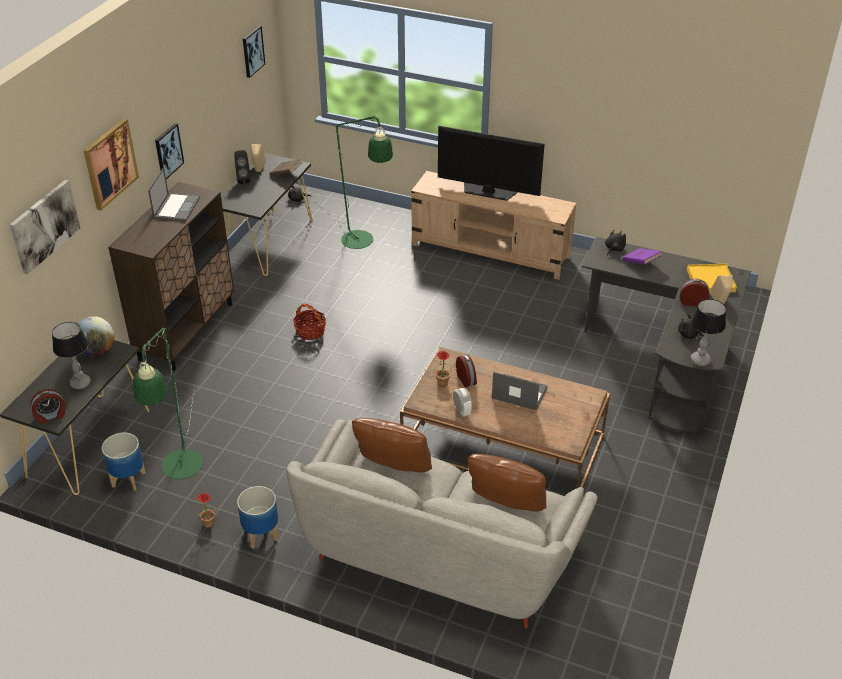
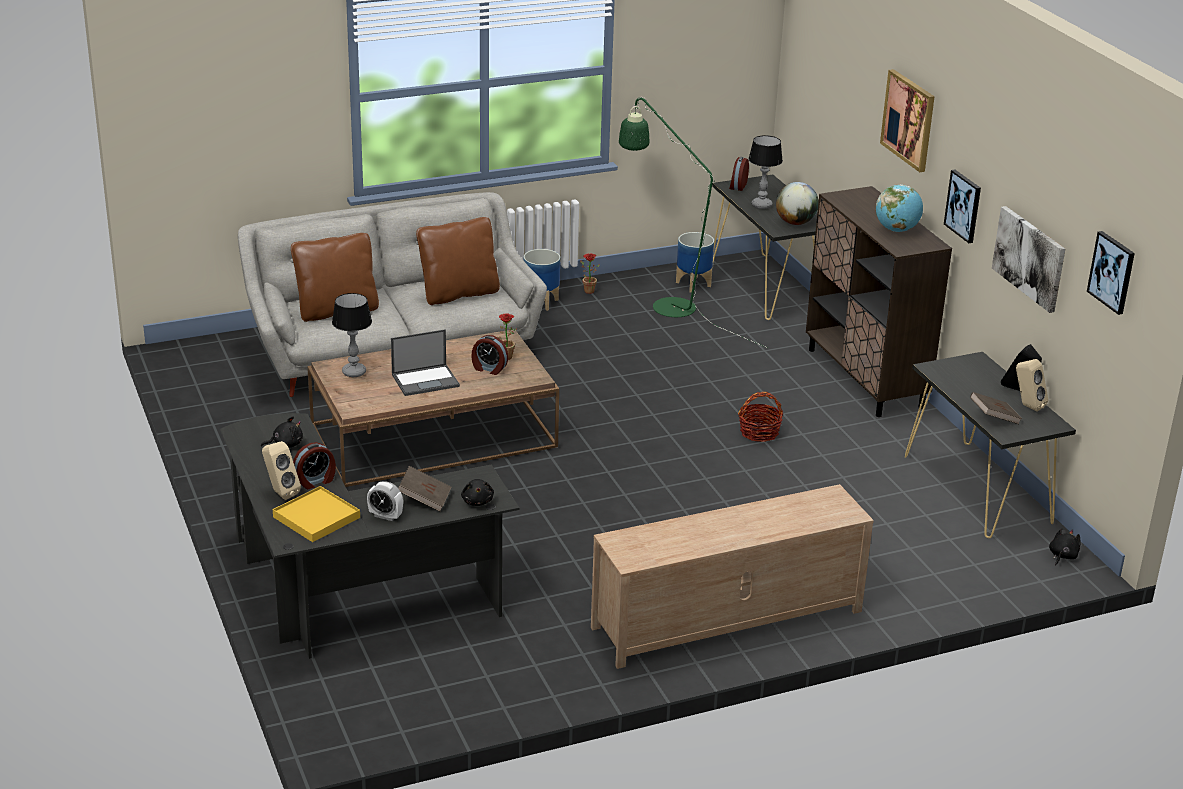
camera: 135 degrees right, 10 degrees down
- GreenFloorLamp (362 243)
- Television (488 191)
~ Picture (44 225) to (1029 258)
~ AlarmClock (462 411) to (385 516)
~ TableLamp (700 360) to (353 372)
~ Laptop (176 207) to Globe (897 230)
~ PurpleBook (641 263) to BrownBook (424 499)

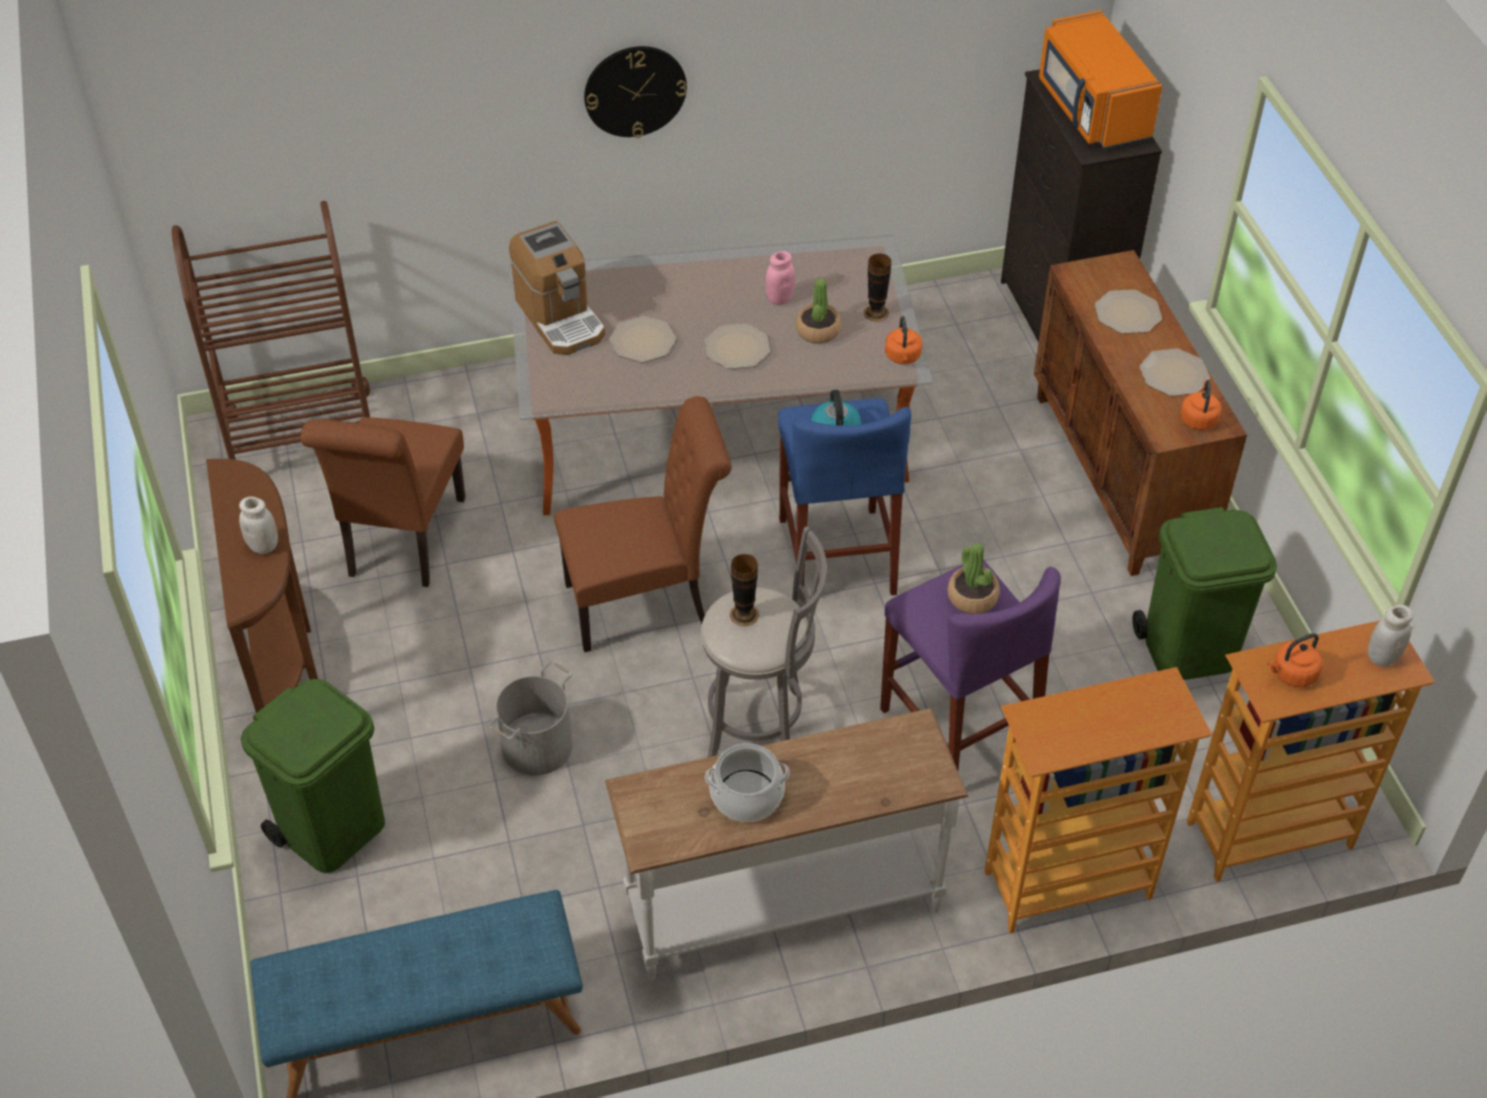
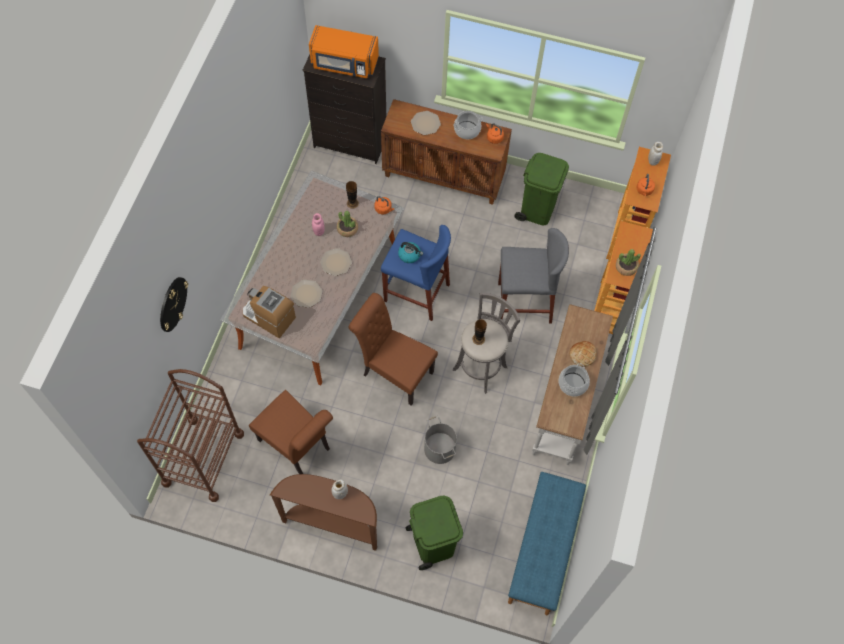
camera: 60 degrees left, 15 degrees up
+ Bread (582 354)
~ WallClock (635 91) to (172 304)
~ PottedPlant (972 597) to (626 267)
~ Plate (1174 374) to CookingPot (467 130)
~ PurpleStool (958 729) to GreyStool (524 302)
~ CoffeeMachine (560 318) = (269 317) 150 degrees counterclockwise
~ BrownChair (646 602) = (394 372) 75 degrees counterclockwise

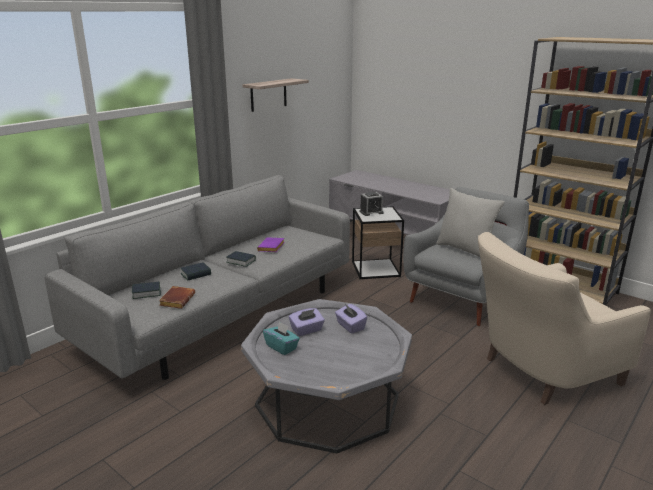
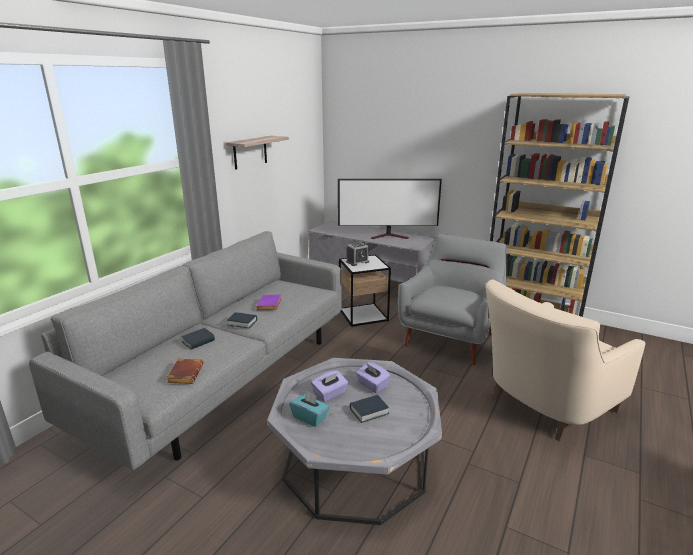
camera: 10 degrees left, 0 degrees up
- GreyPillow (465 250)
+ Television (390 236)
~ Book (146 293) to (369 411)

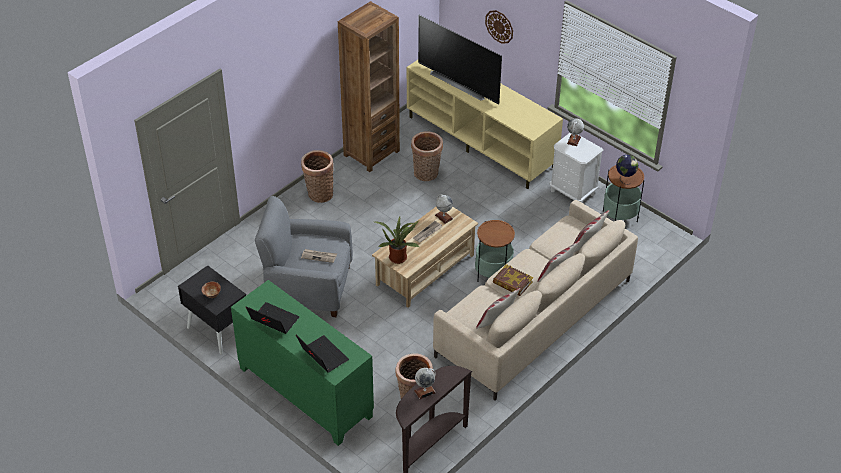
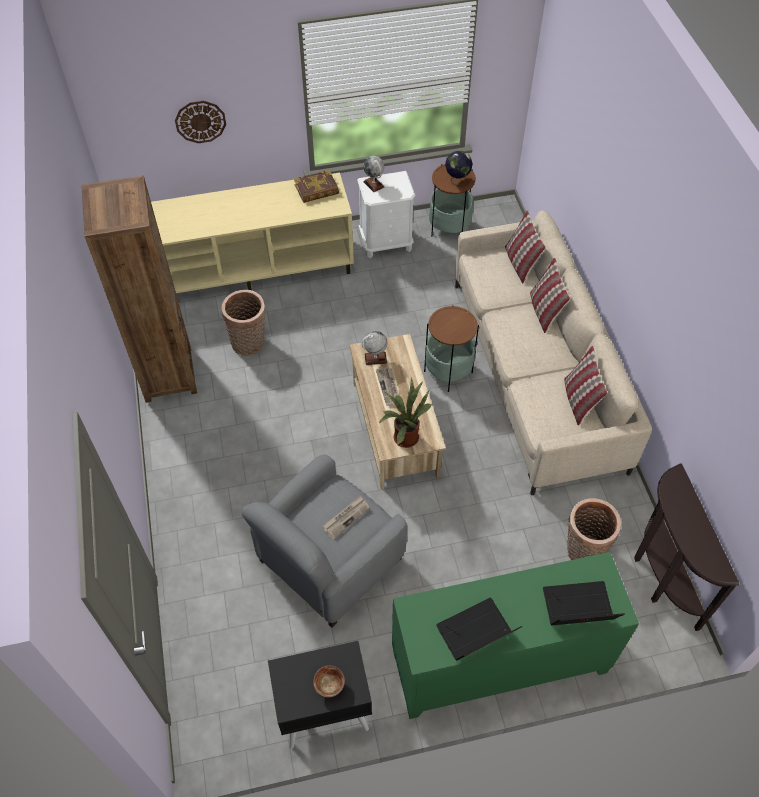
camera: 55 degrees left, 10 degrees up
- Basket (319 193)
- Globe (424 391)
- Television (460 82)
~ Book (512 283) to (316 190)

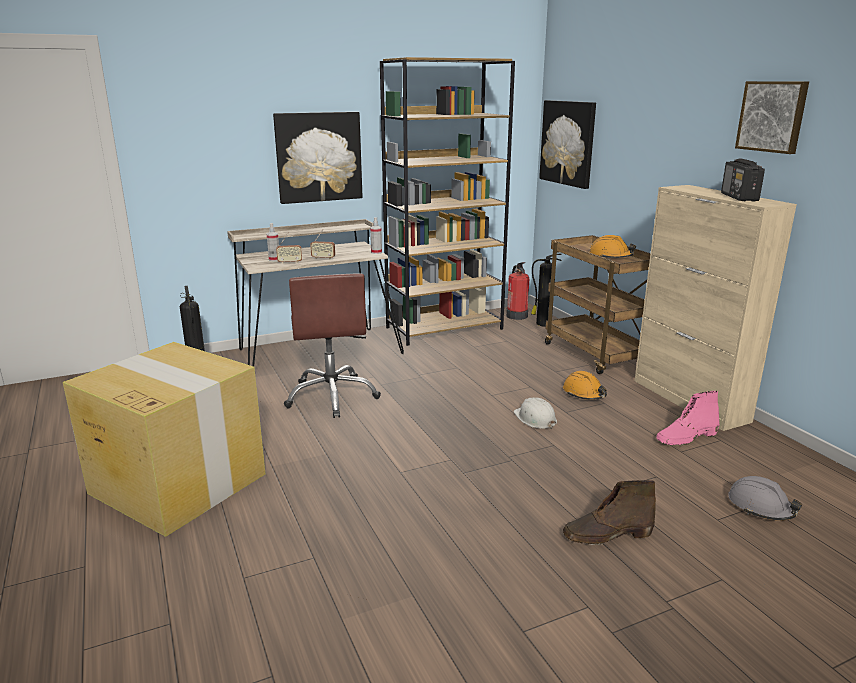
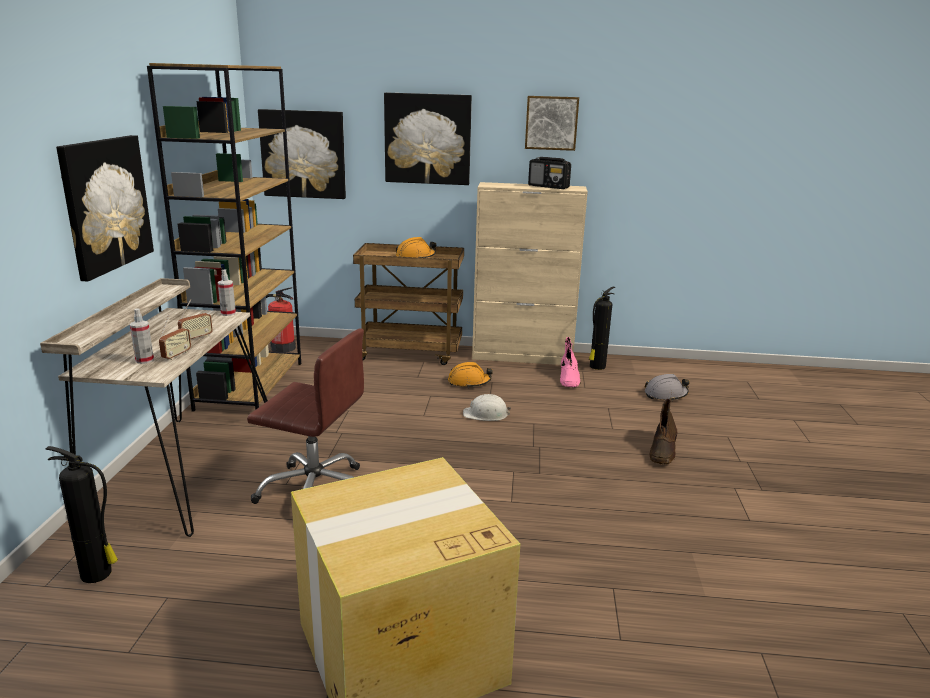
camera: 60 degrees left, 0 degrees up
+ Picture (428 139)
~ FireExtinguisher (542 324) to (596 367)

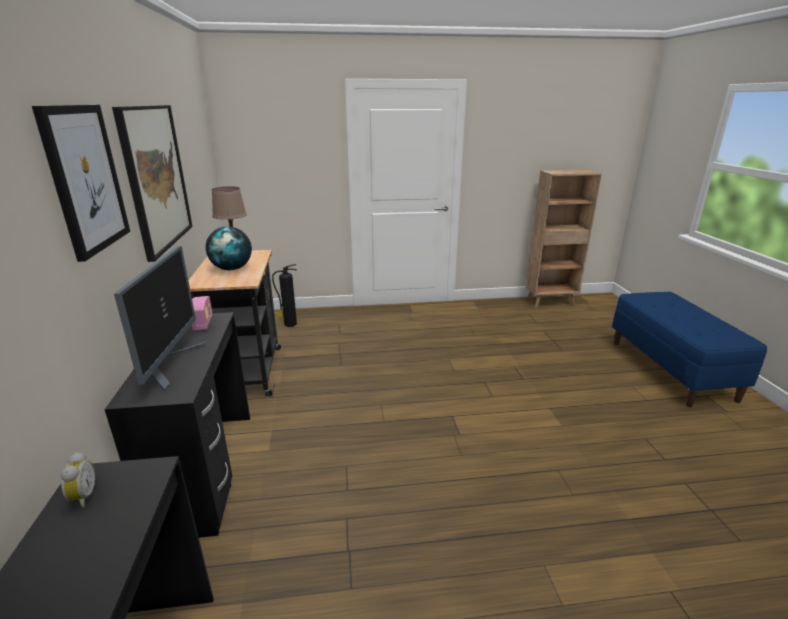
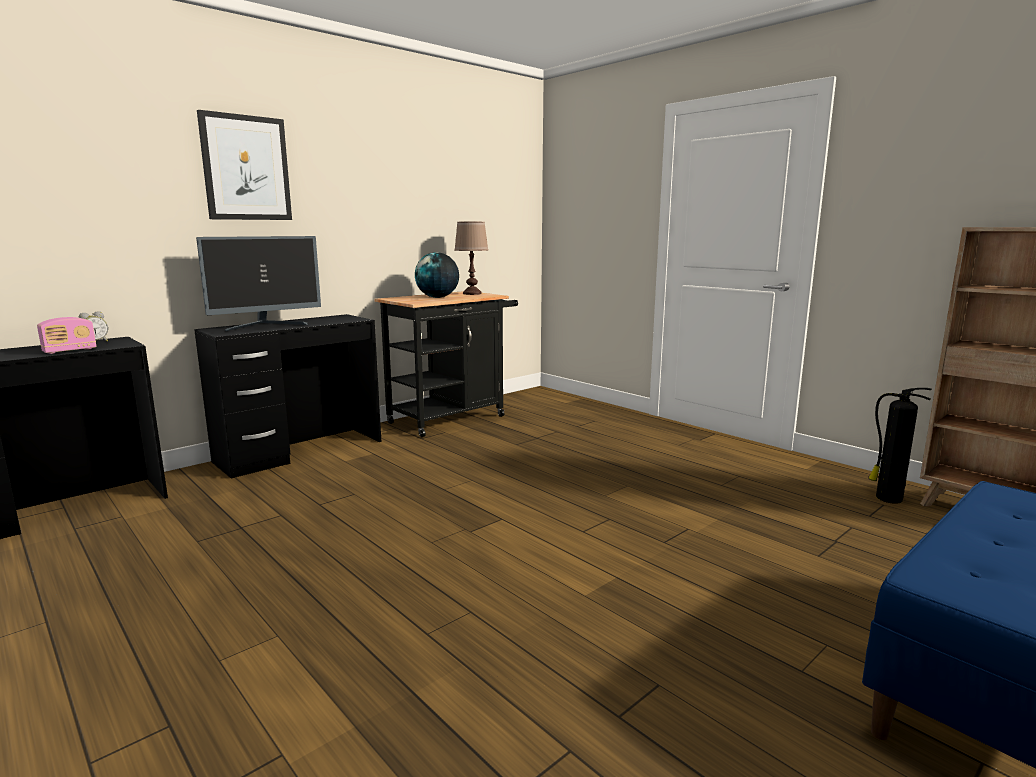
camera: 55 degrees right, 10 degrees down
- Picture (156 178)
~ Radio (203 323) to (70 350)
~ FireExtinguisher (289 324) to (887 498)

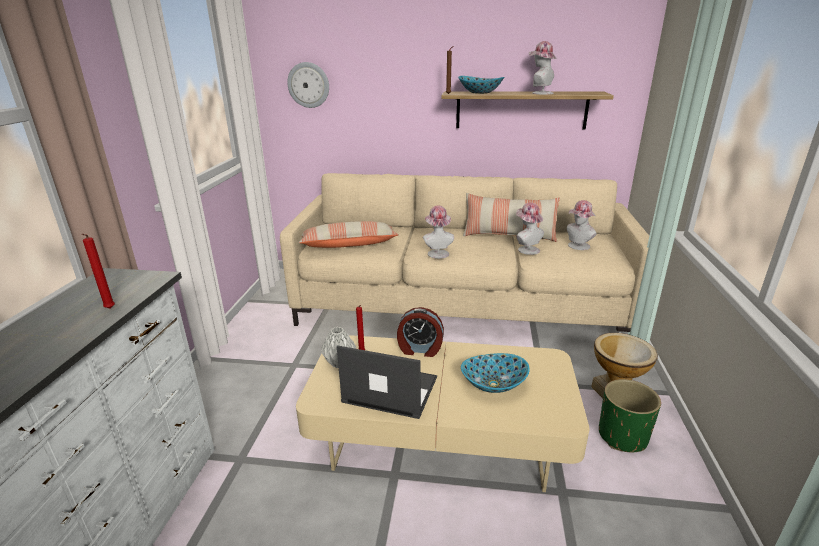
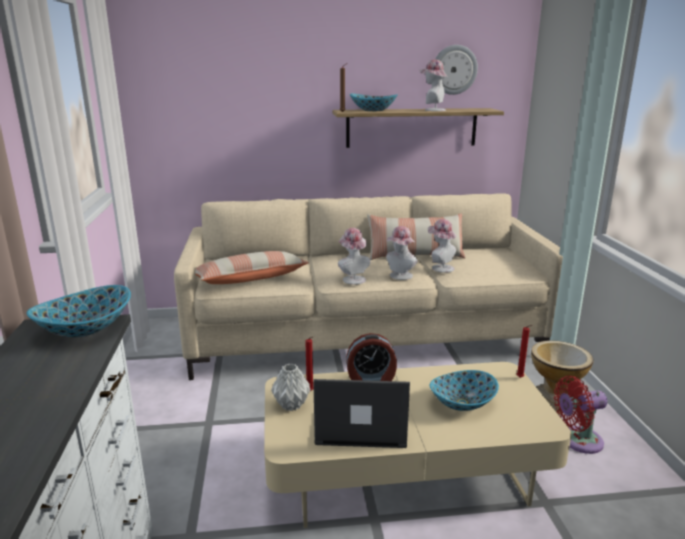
camera: 15 degrees left, 5 degrees down
+ Bowl (86 329)
~ RedCandle (109 309) to (520 378)
~ WallClock (308 85) to (454 70)
~ Hat (577 246) to (399 276)
~ GreenPlanter (622 436) to RedFan (577 441)

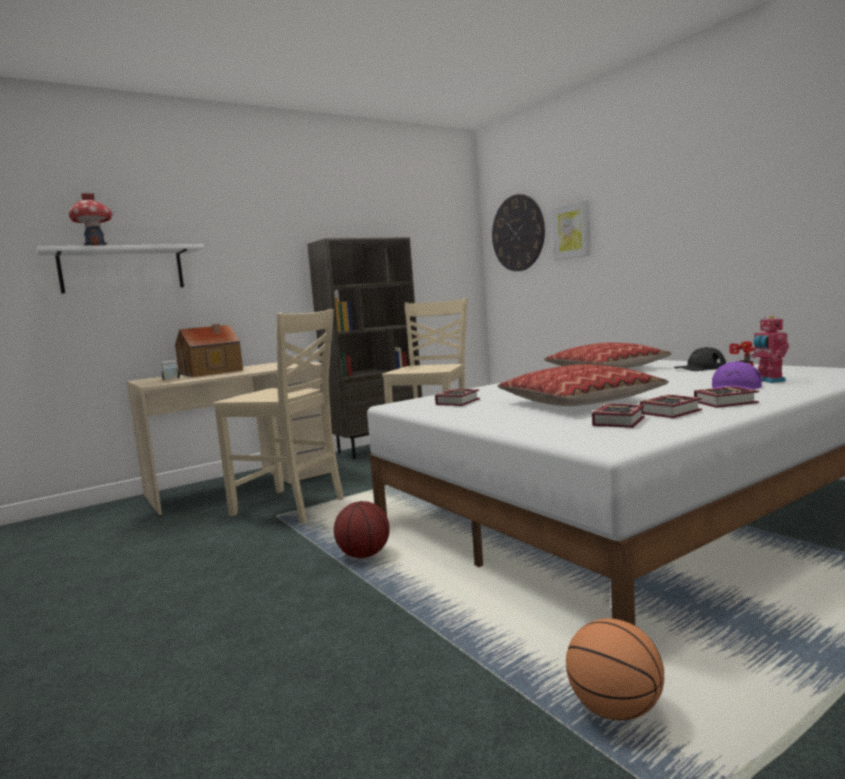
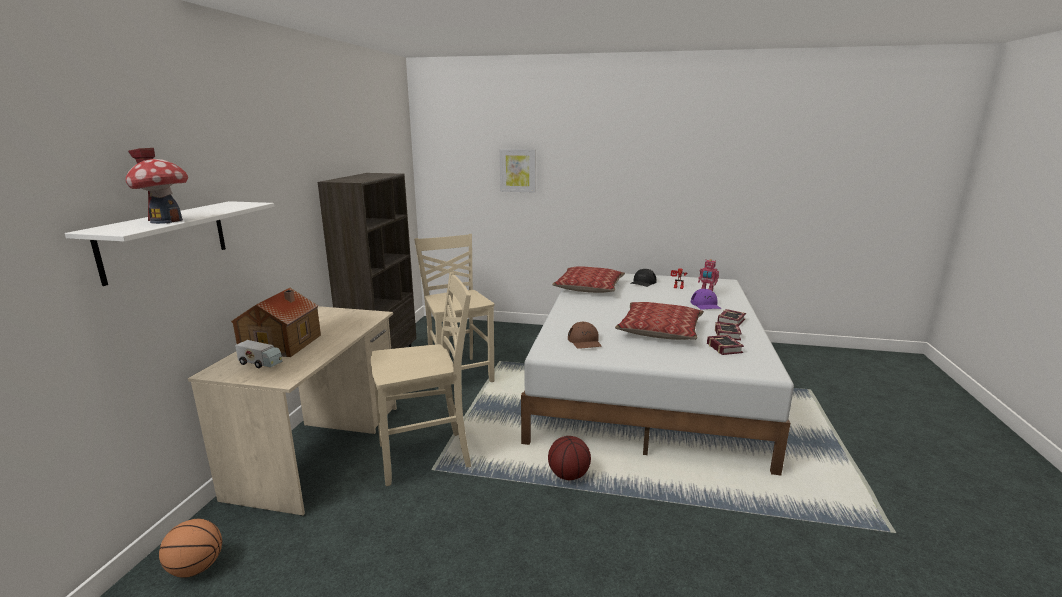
camera: 45 degrees left, 10 degrees up
- WallClock (518 233)
~ Basketball (615 710) to (196 568)
~ Book (460 401) to BrownCap (584 341)

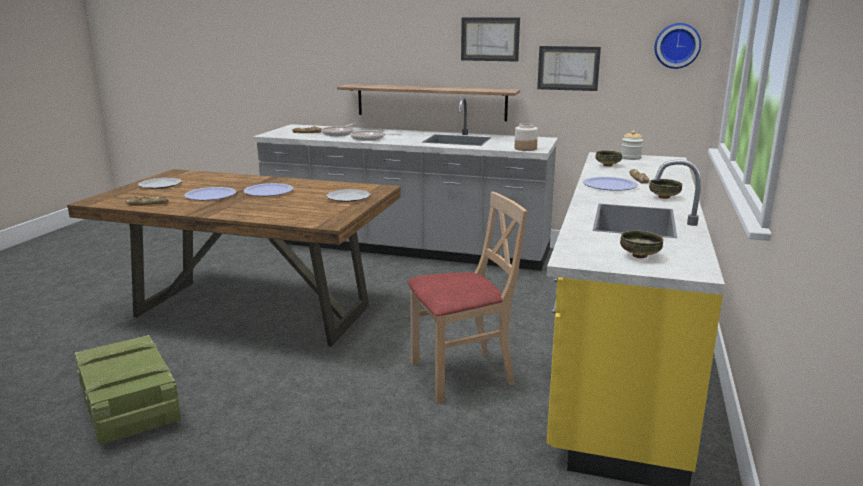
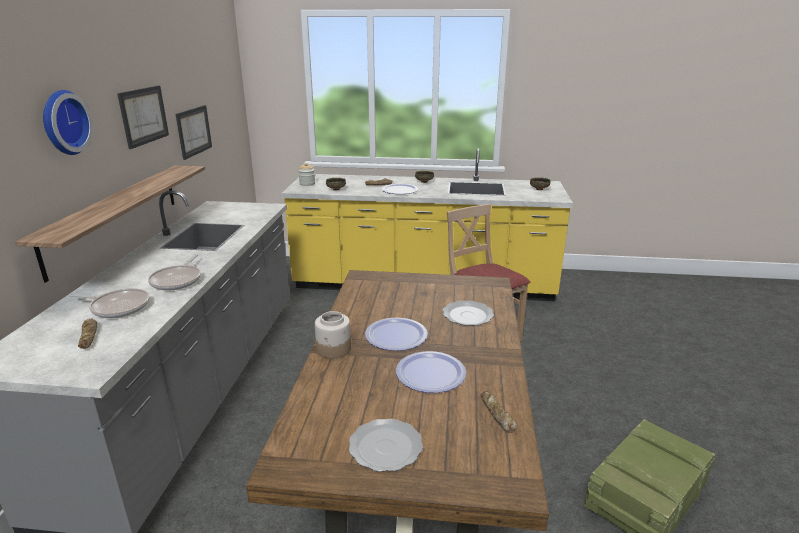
camera: 100 degrees left, 5 degrees up
~ Plate (349 197) to (467 315)
~ Jar (525 148) to (334 349)
~ WallClock (677 45) to (63 122)

